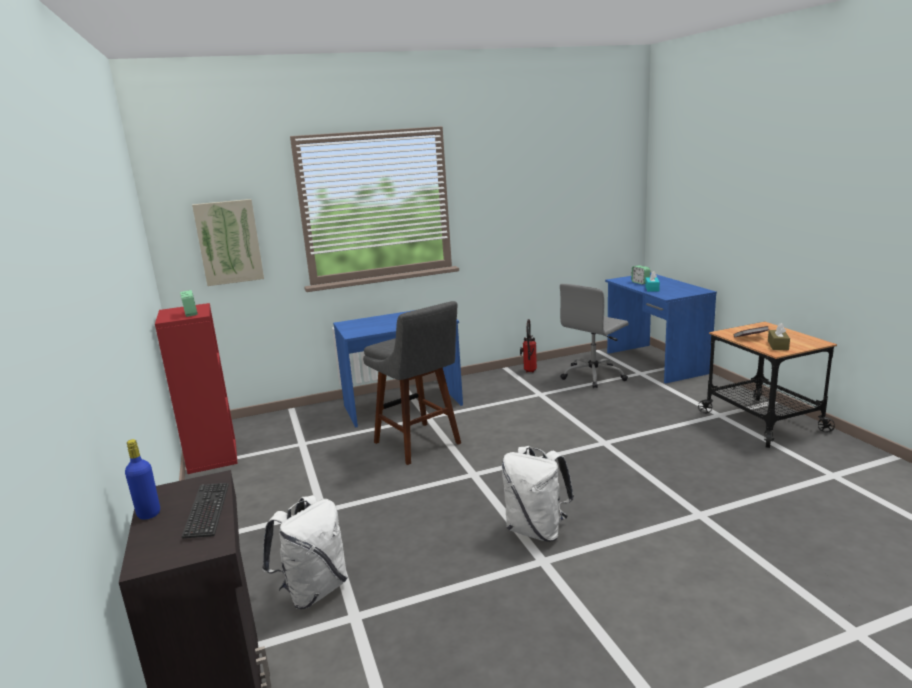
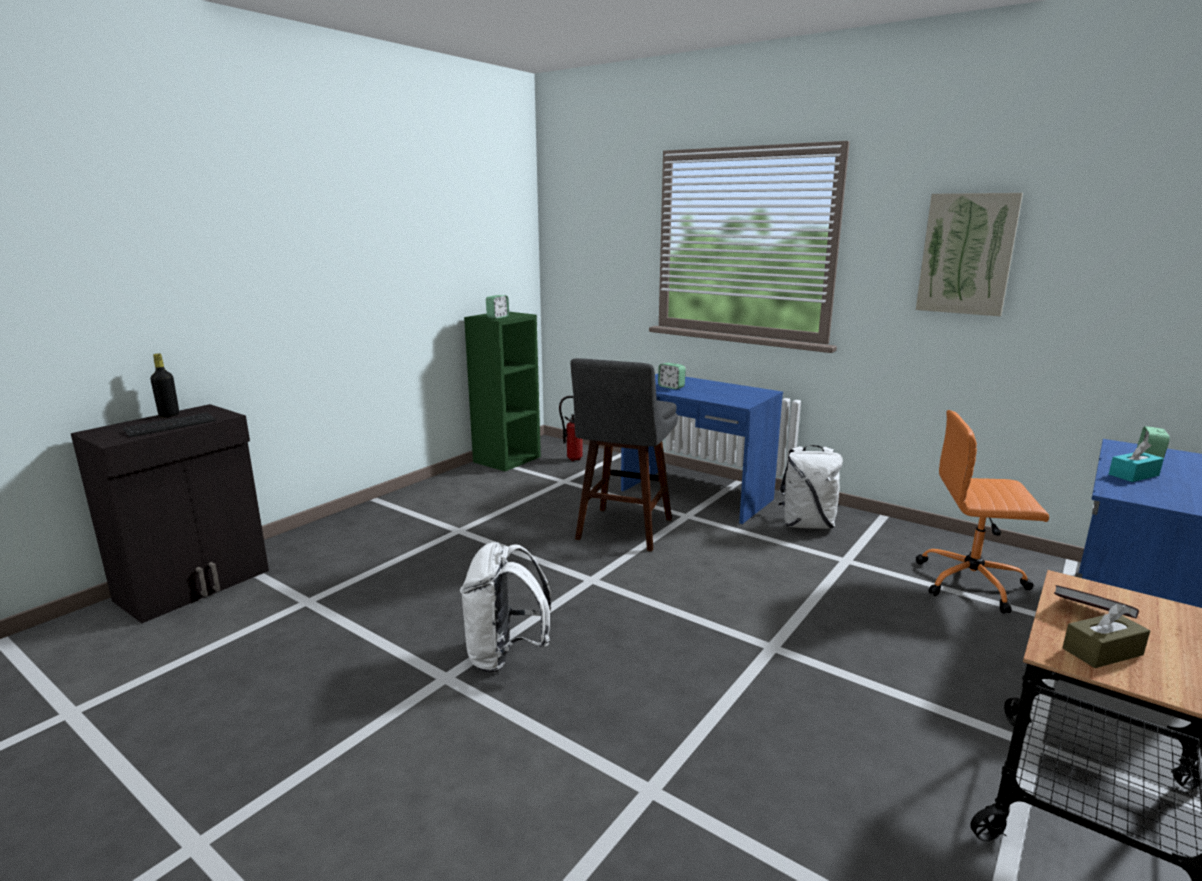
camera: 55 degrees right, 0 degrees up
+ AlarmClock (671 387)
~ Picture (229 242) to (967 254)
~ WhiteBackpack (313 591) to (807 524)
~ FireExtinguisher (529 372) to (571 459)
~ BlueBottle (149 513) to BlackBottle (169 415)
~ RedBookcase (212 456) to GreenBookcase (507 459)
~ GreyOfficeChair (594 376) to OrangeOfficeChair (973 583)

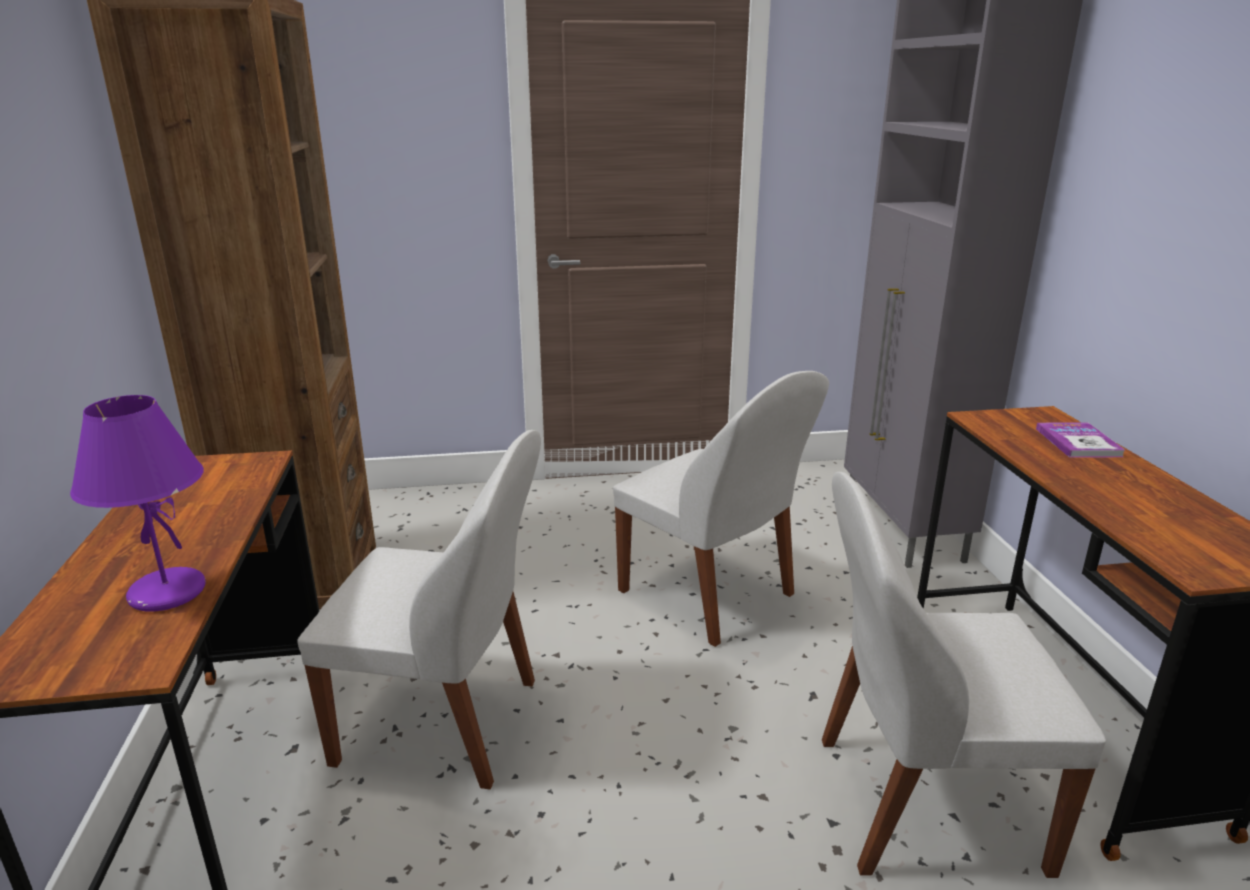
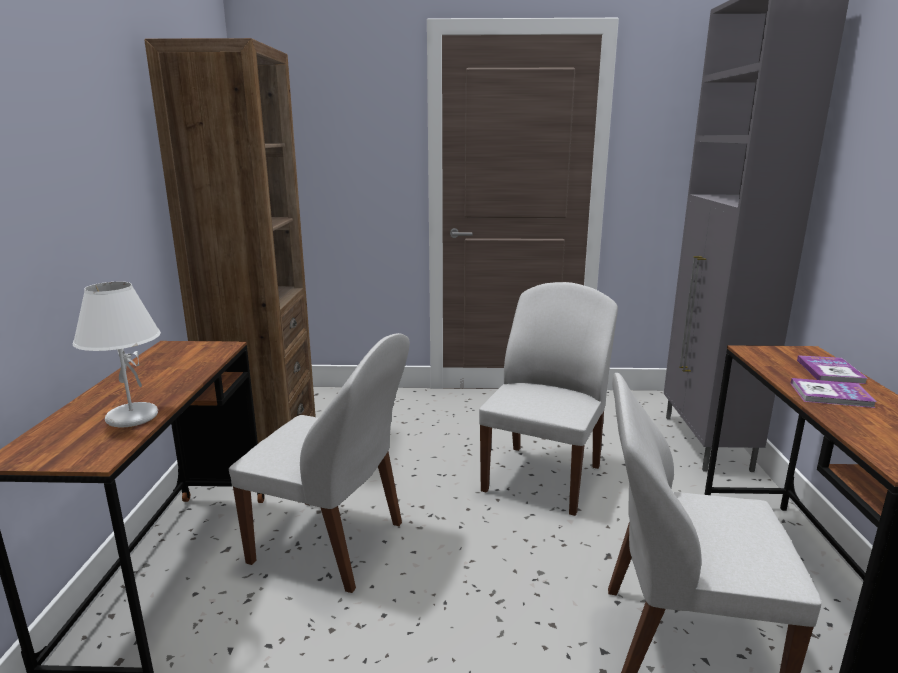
camera: 10 degrees right, 5 degrees down
+ Book (831 395)
~ PurpleTableLamp (165 593) to WhiteTableLamp (131 418)
~ WhiteChair (709 595) = (544 477) 120 degrees counterclockwise

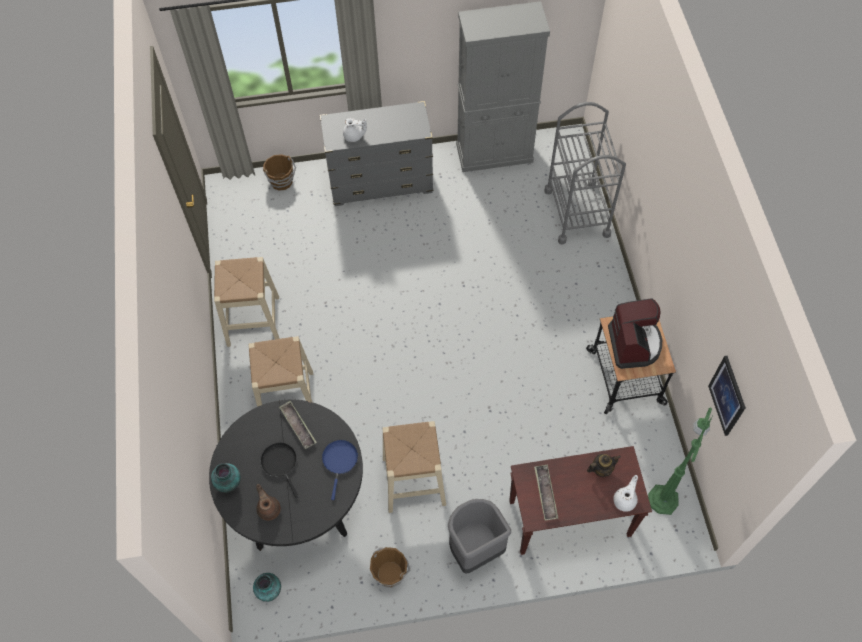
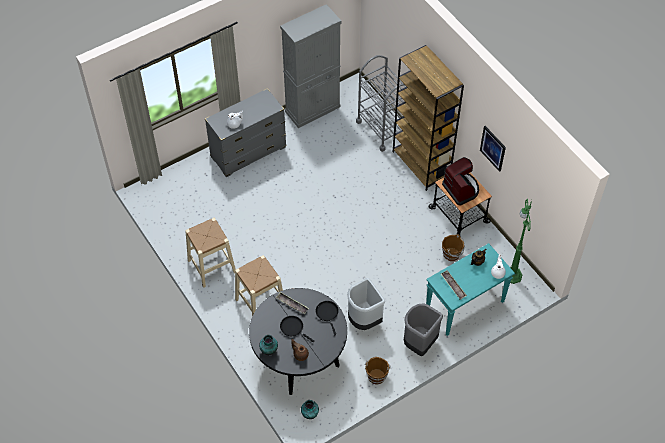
camera: 25 degrees left, 5 degrees down
+ BrownBookcase (421 164)
~ BrownBucket (282 182) to (452 254)
~ Picture (727 396) to (493 148)
~ BeigeStool (414 481) to GreyTrashCan (364 320)
~ BlueFryingPan (340 461) to BlackFryingPan (327 313)
~ BrownConsoleTable (568 519) to TurquoiseConsoleTable (464 306)

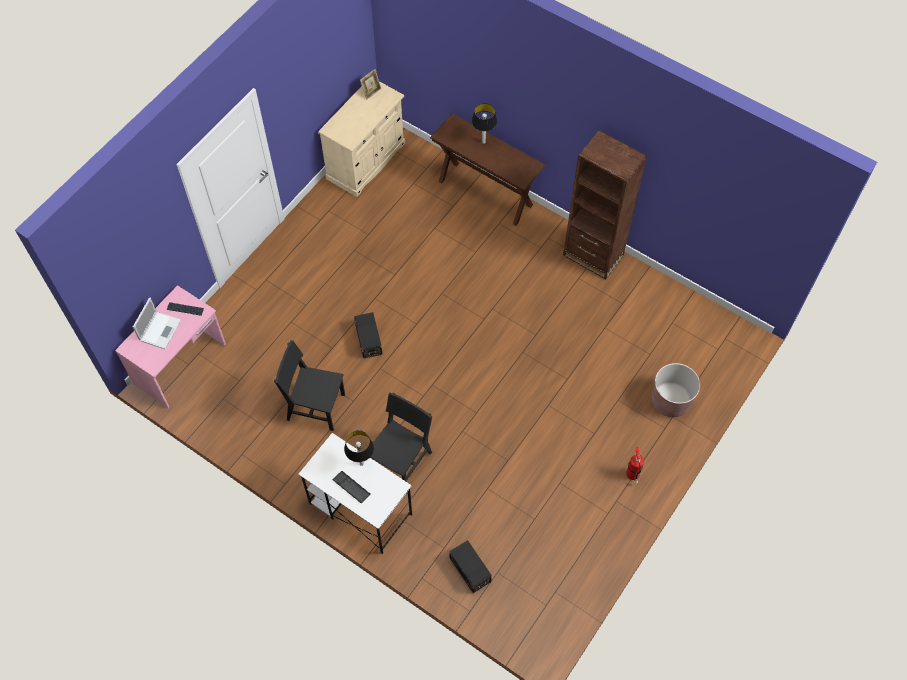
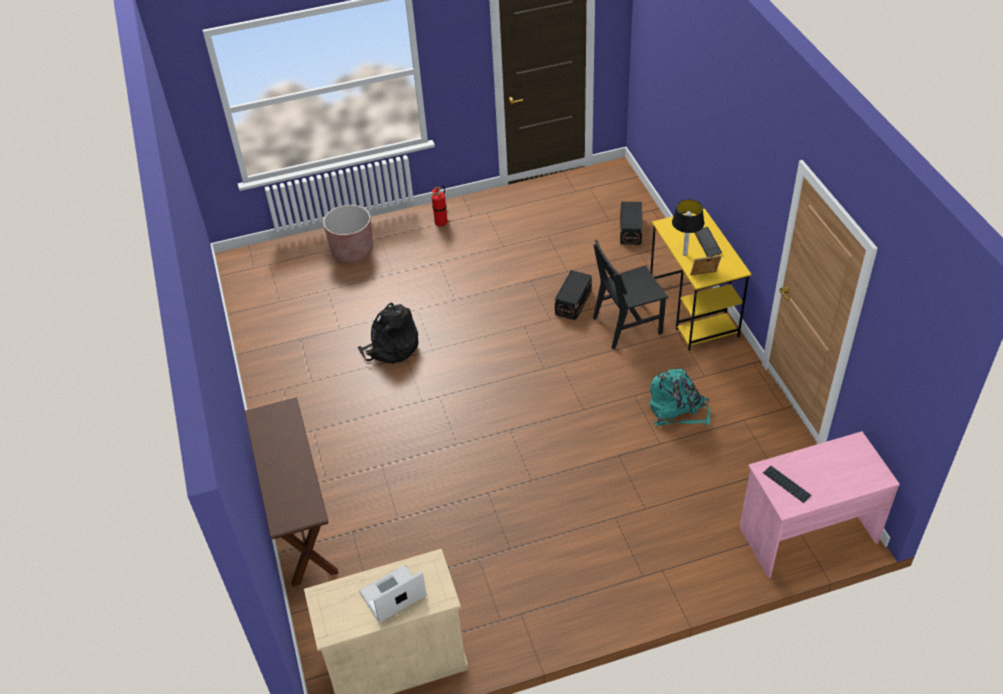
camera: 140 degrees left, 15 degrees down
- TableLamp (483 142)
- BrownBookcase (593 255)
+ BlackBackpack (391 348)
~ Laptop (160 329) to (392 595)
~ BlackStorageBox (369 339) to (572 303)
~ PictureFrame (371 92) to (704 276)
~ BlackChair (316 407) to TurquoiseBackpack (677 410)
~ WhiteDesk (359 508) to YellowDesk (693 311)

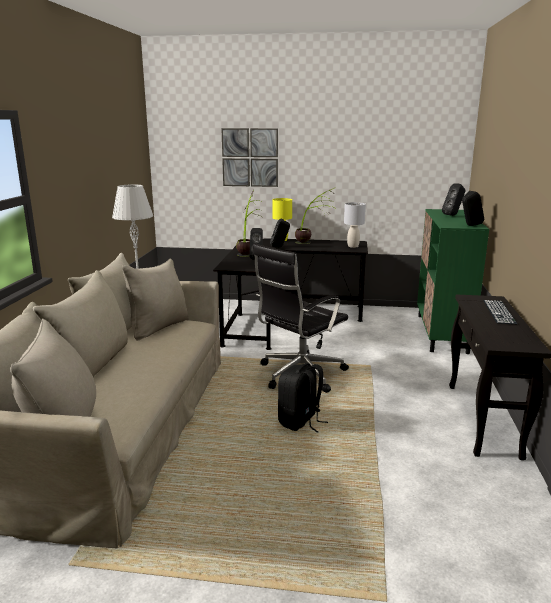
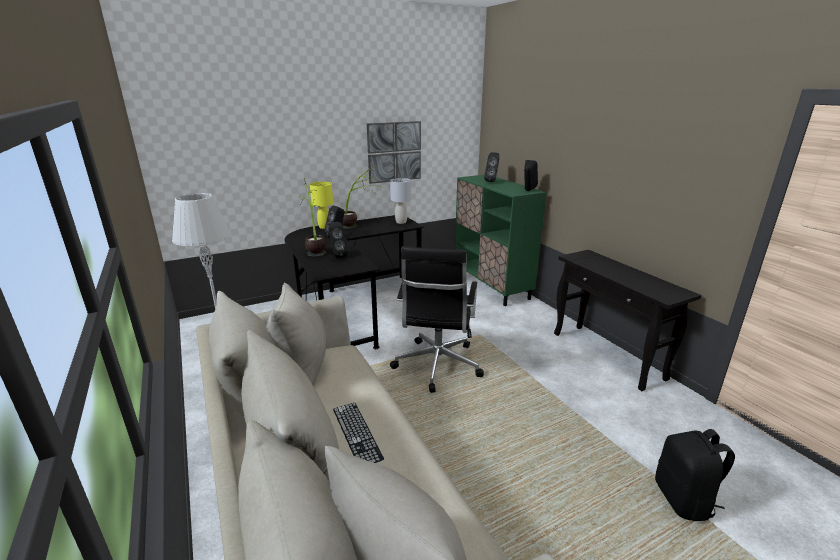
camera: 35 degrees left, 5 degrees up
~ Picture (250 157) to (394 152)
~ BlackBackpack (300 422) to (684 500)
~ Keyboard (499 312) to (357 433)

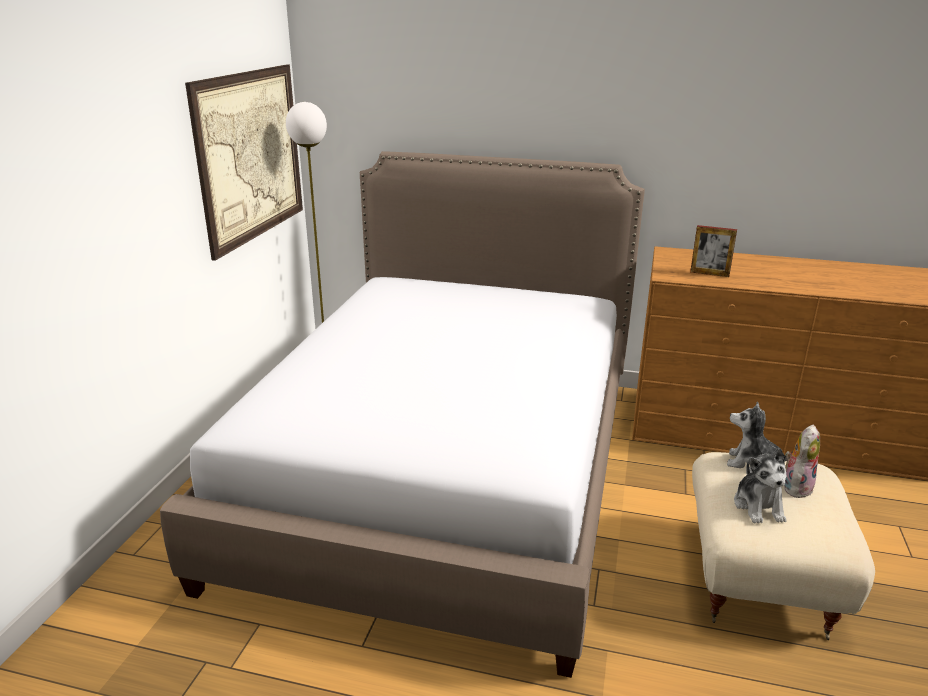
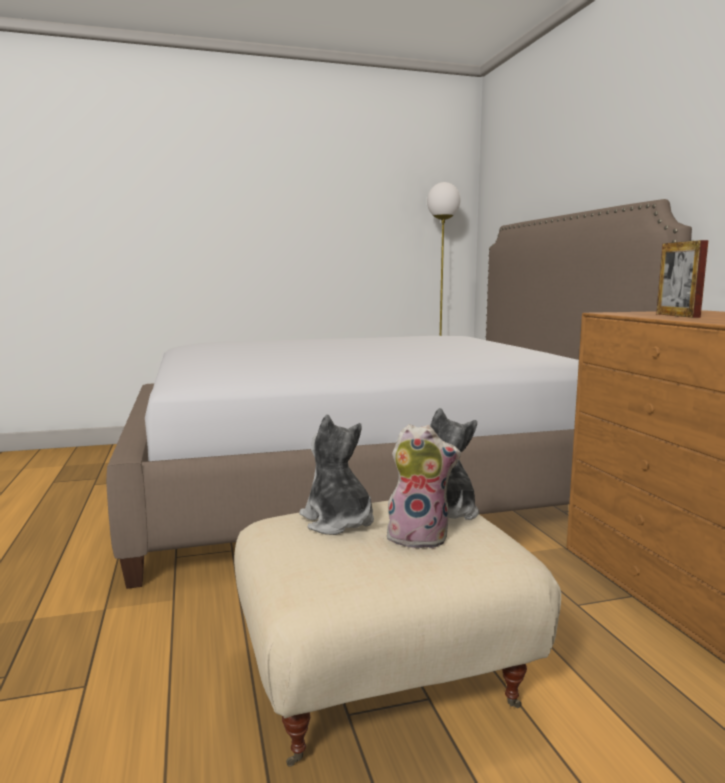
camera: 60 degrees right, 15 degrees down
- Picture (251 156)
~ PlushToy (758 506) = (338 522) 90 degrees clockwise

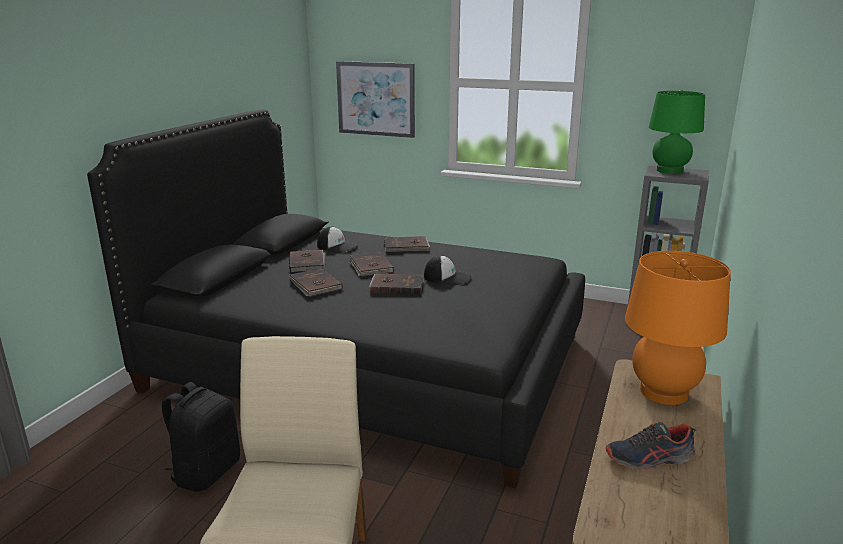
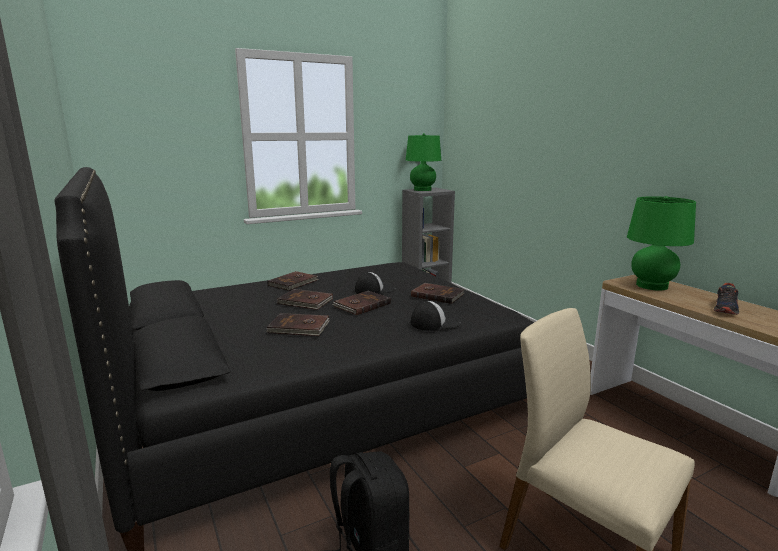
camera: 50 degrees left, 5 degrees down
- Picture (376 99)
~ BrownBook (307 263) to (437 295)
~ Cap (337 246) to (435 322)
~ OrangeTableLamp (663 392) to GreenTableLamp (651 286)

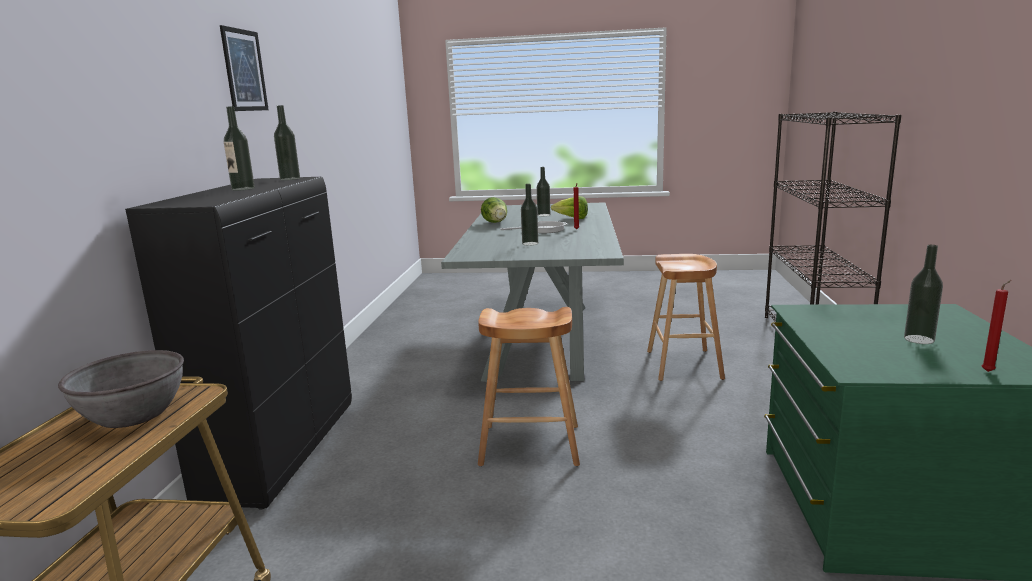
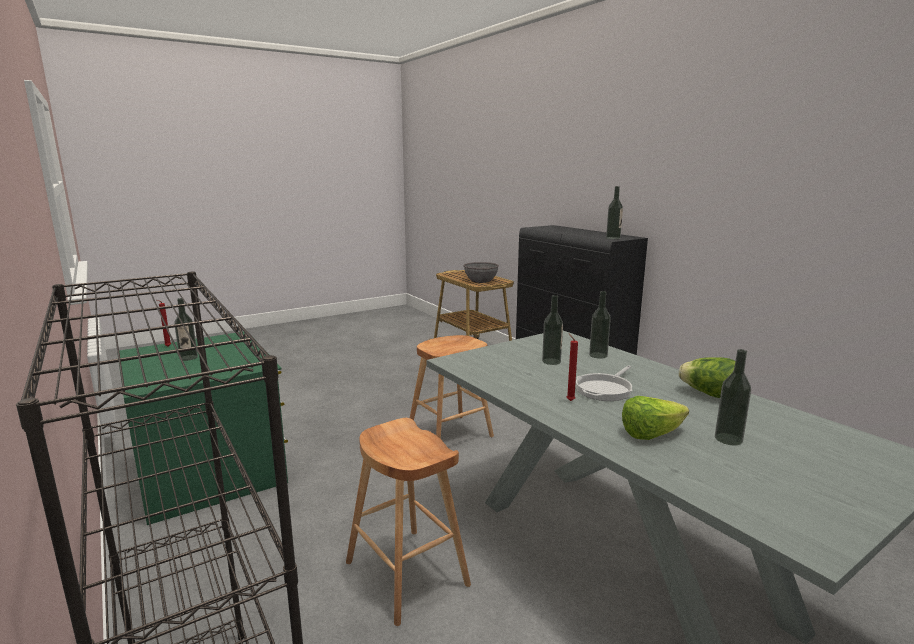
camera: 140 degrees right, 0 degrees up
- Picture (244 70)
~ Bottle (243 189) to (598 355)

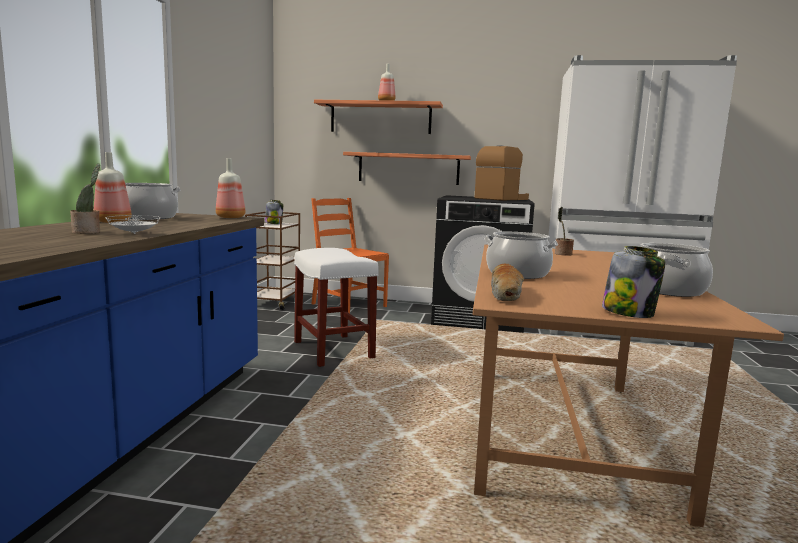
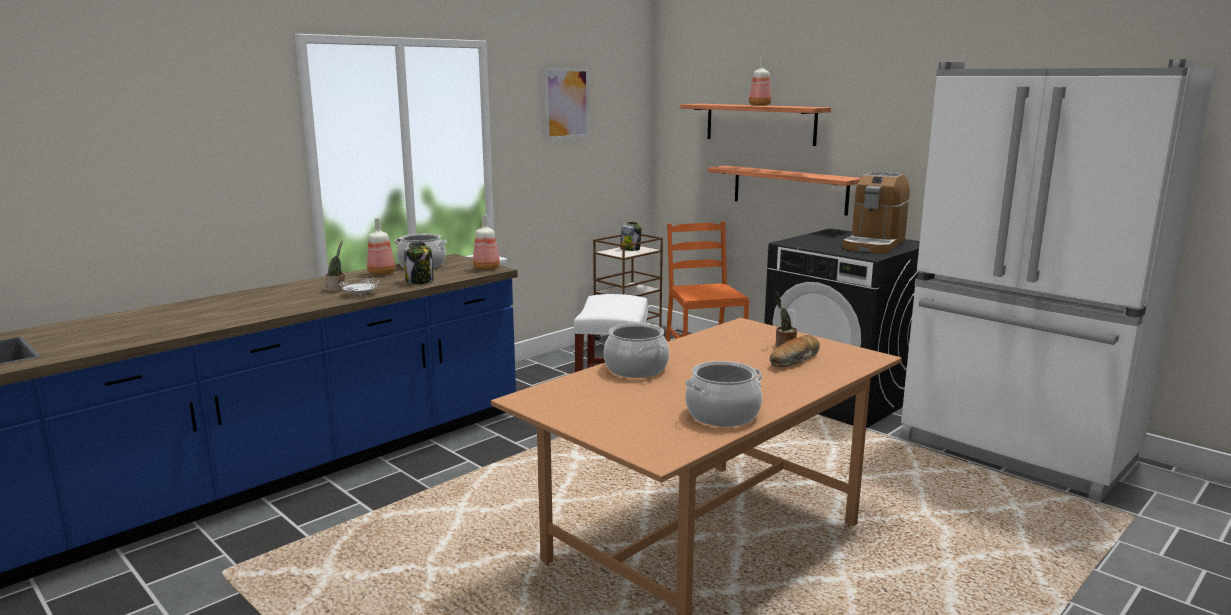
camera: 35 degrees right, 5 degrees up
+ Picture (566 103)
~ Bread (506 294) to (795 360)
~ Jar (629 312) to (420 281)
~ CoffeeMachine (502 199) = (874 244) 135 degrees clockwise

